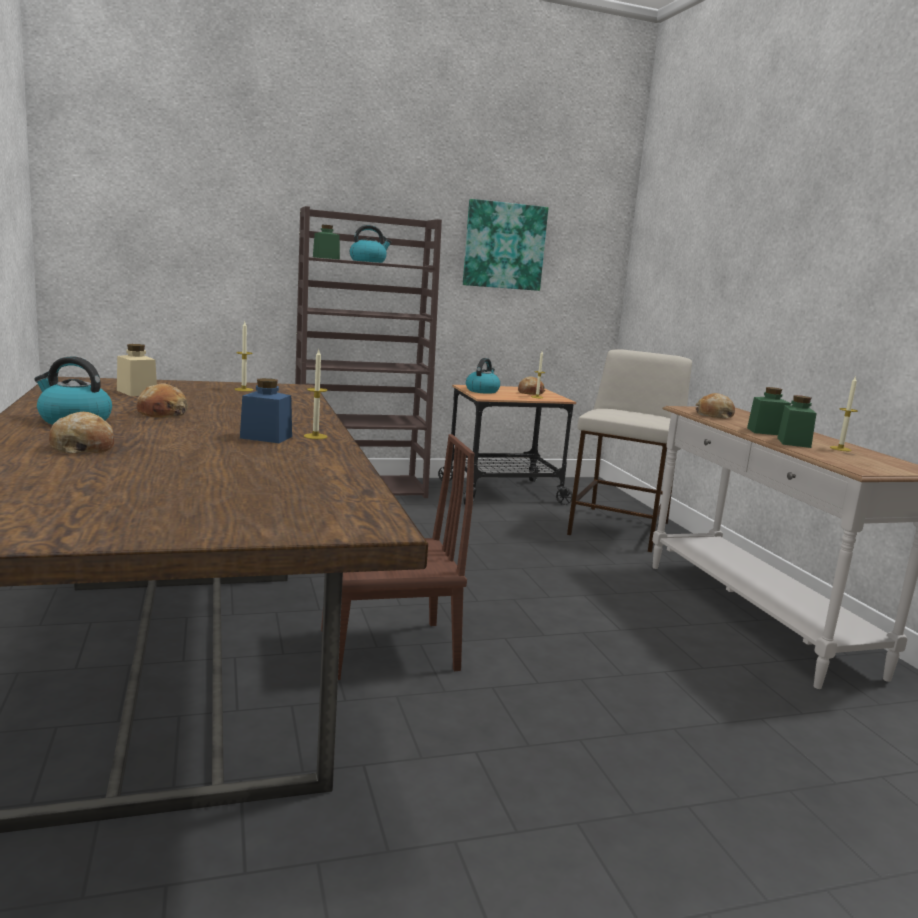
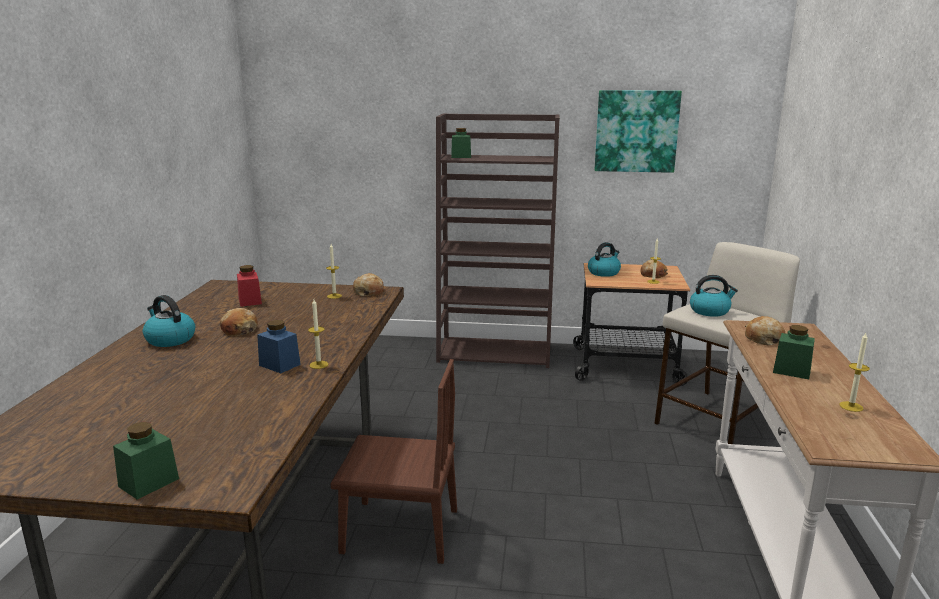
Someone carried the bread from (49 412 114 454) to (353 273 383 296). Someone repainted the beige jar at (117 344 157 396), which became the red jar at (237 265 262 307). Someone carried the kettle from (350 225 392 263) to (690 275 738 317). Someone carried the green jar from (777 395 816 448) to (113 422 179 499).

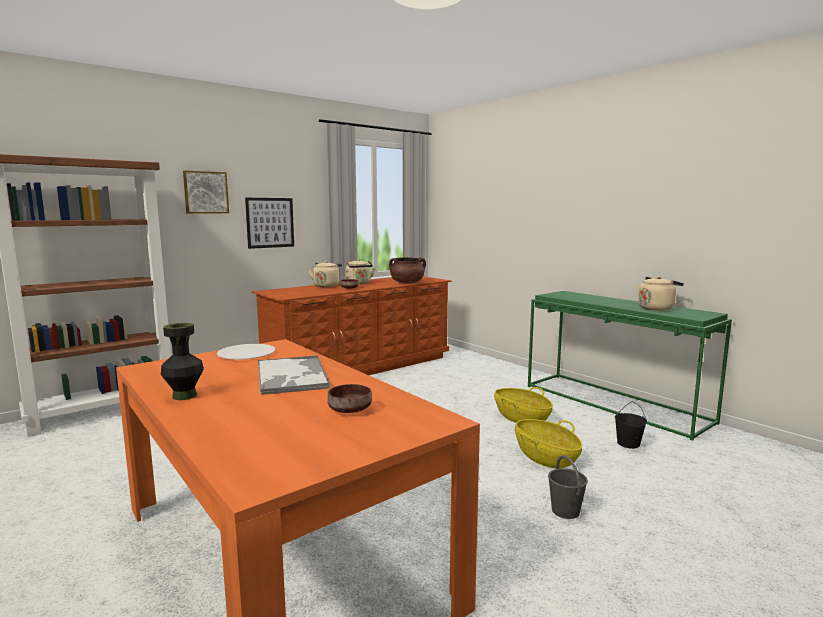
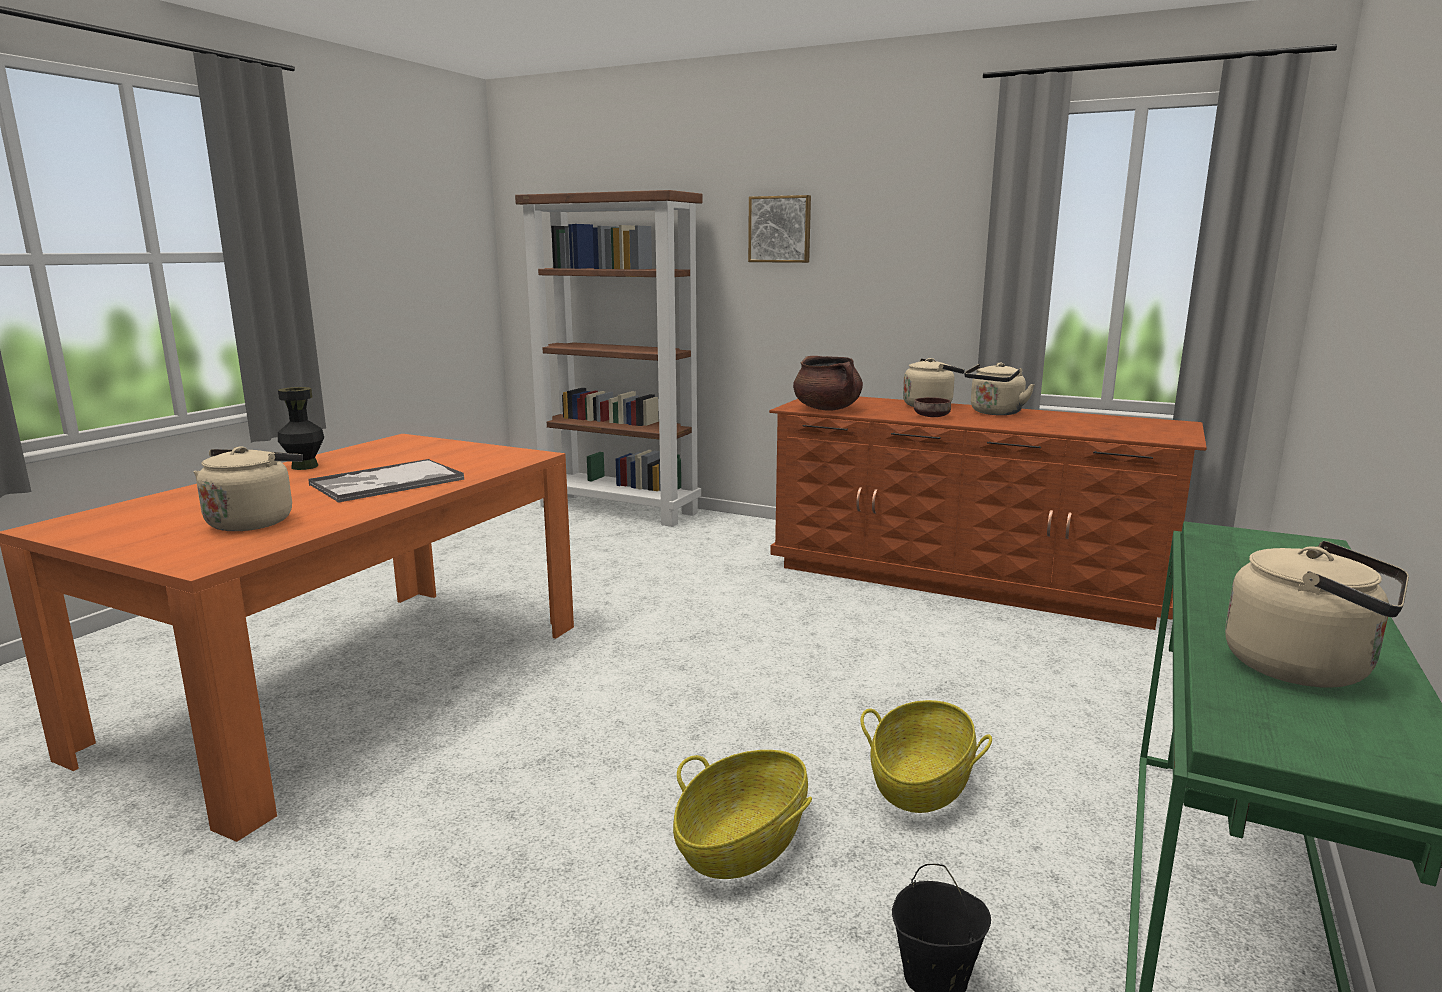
Someone took away the white plate at (217 344 275 360). Someone took away the picture at (245 198 294 249). Someone swapped the brown bowl at (327 384 372 413) for the beige kettle at (194 446 303 531). Someone carried the brown cooking pot from (389 257 426 283) to (793 356 863 411). Someone took away the grey bucket at (548 455 588 519).

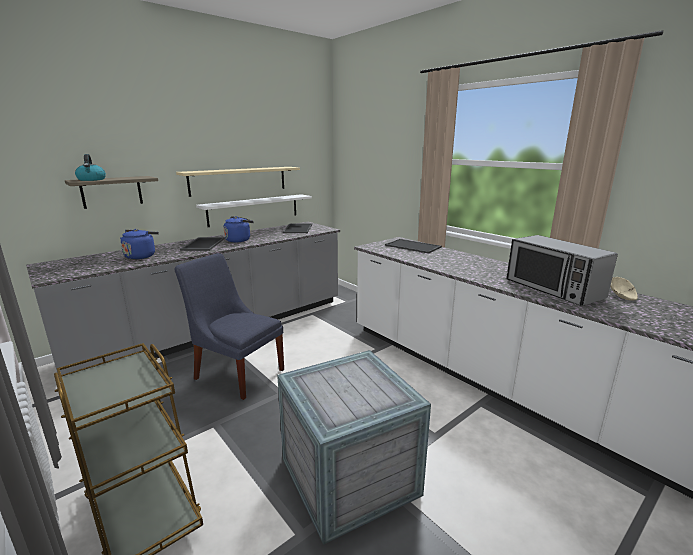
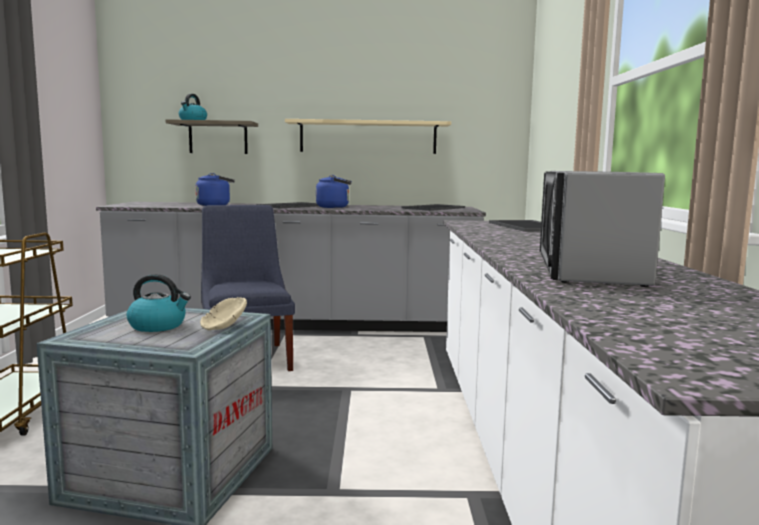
Someone took away the white shelf at (196 194 312 227). Someone carried the beige bowl from (610 277 638 301) to (200 297 247 331). Someone put down the kettle at (126 274 191 332).

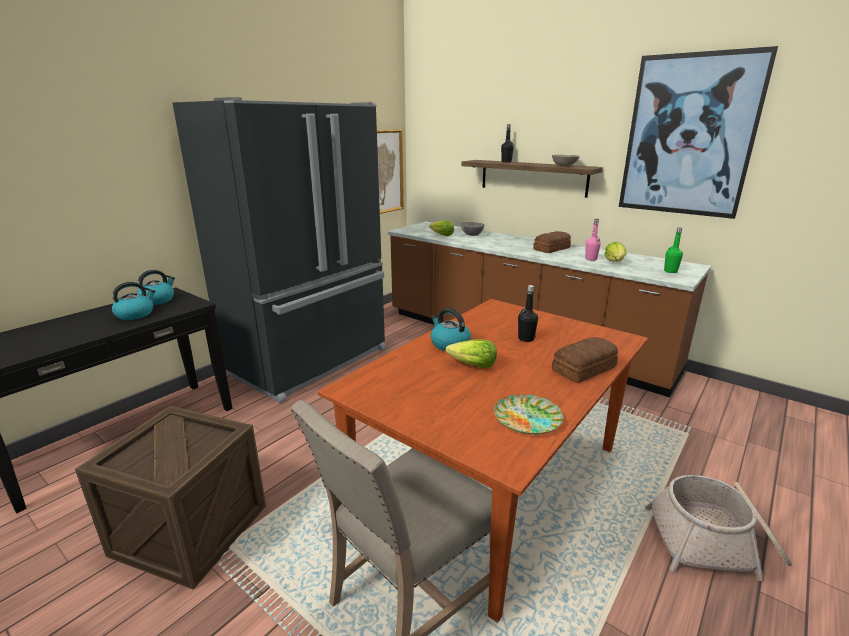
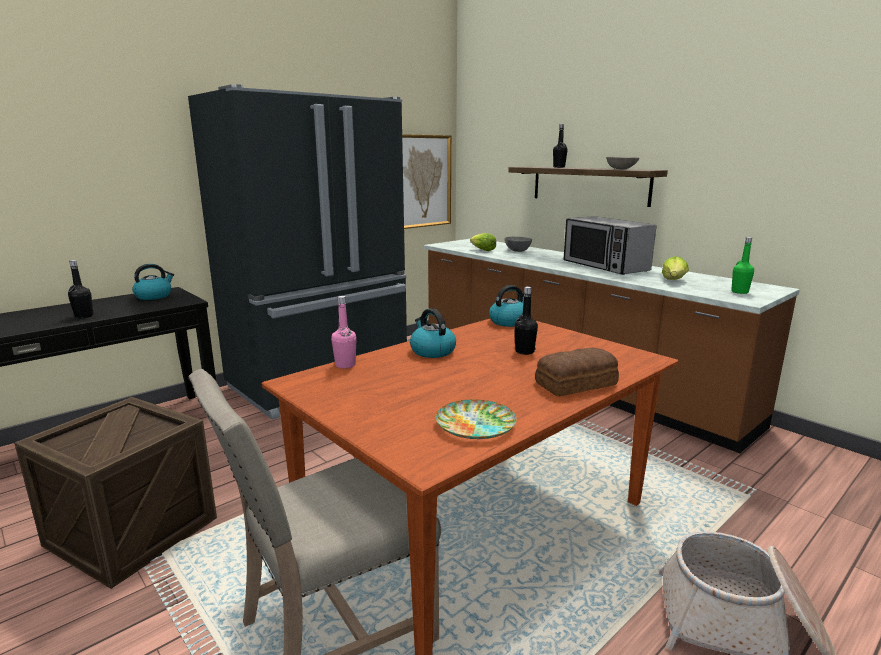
Someone carried the kettle from (112 282 156 320) to (489 285 524 327). Someone took away the lettuce at (446 340 497 368). Someone swapped the bread at (533 231 571 253) for the microwave at (563 216 656 275). Someone carried the pink bottle from (585 219 601 261) to (331 296 357 369). Someone took away the picture at (619 46 778 219). Someone put down the black bottle at (68 260 93 318).

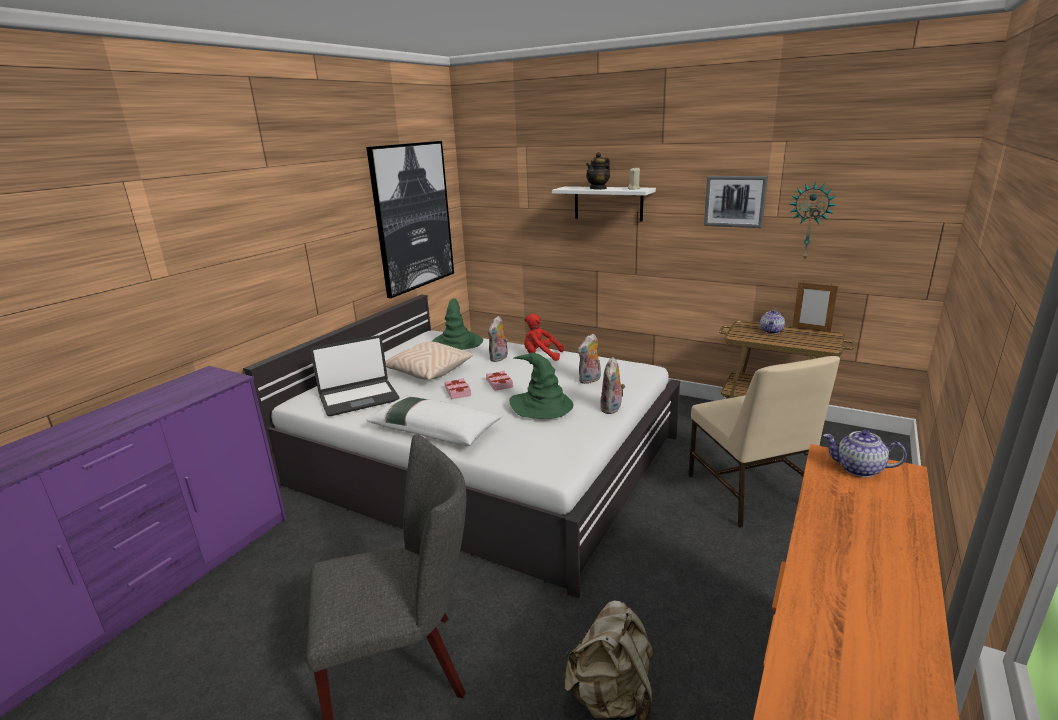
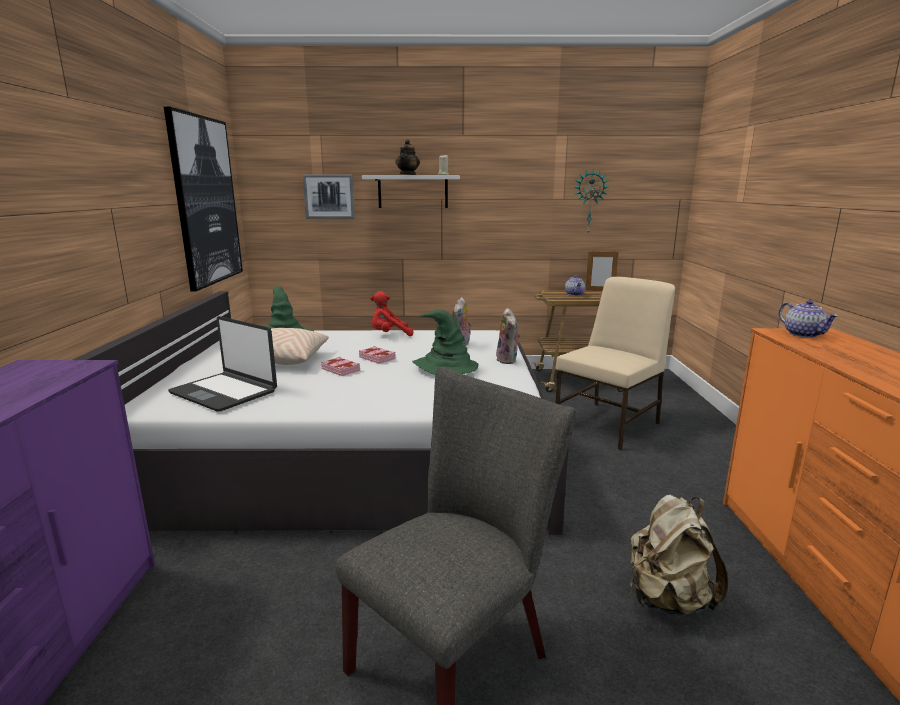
Someone rotated the laptop at (310 335 399 416) by 90 degrees clockwise. Someone took away the white pillow at (367 395 502 446). Someone took away the plush toy at (488 316 508 362). Someone rotated the beige chair at (688 356 840 528) by 90 degrees counterclockwise. Someone carried the picture from (704 176 768 228) to (303 174 355 219). Someone rotated the teapot at (823 430 907 477) by 105 degrees counterclockwise.

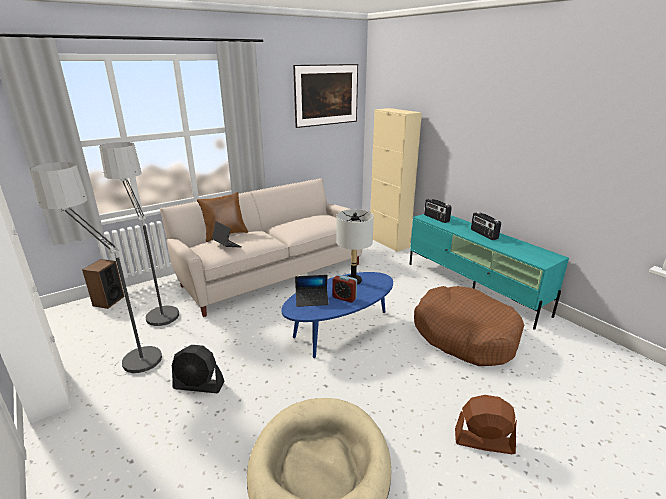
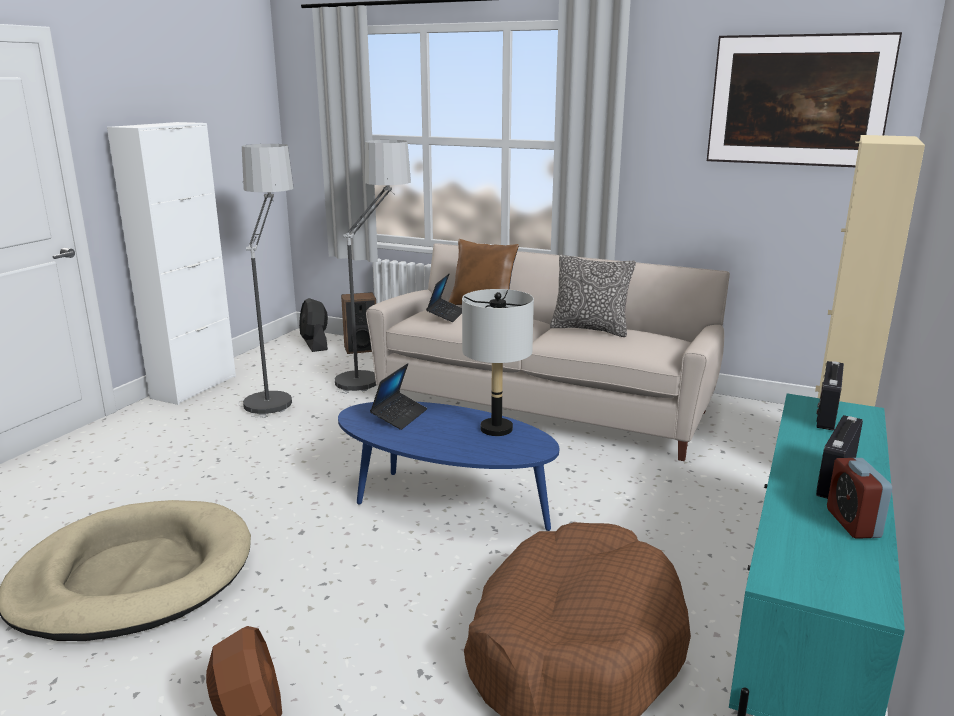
Someone carried the black fan from (172 345 225 393) to (299 298 328 352). Someone rotated the laptop at (295 275 329 307) by 120 degrees counterclockwise. Someone carried the alarm clock from (333 274 357 303) to (827 458 892 539). Someone put down the pillow at (550 255 636 337).

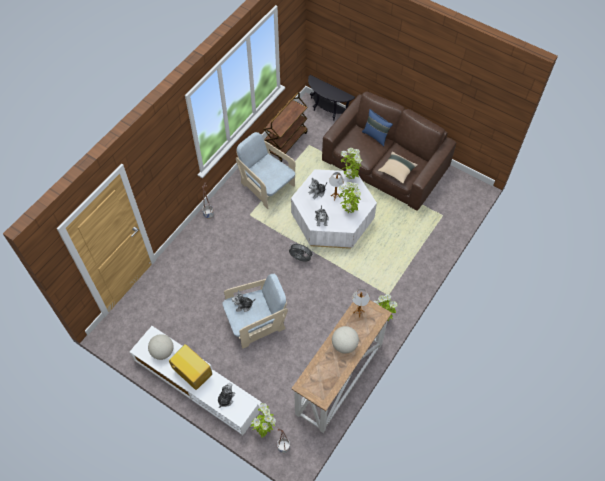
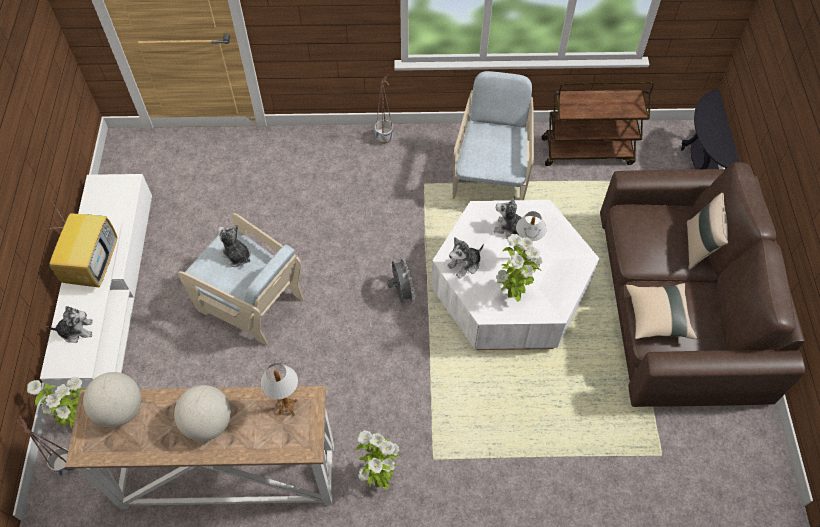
Someone carried the globe from (148 334 174 360) to (83 372 141 427). Someone took away the potted plant at (341 148 362 179). Someone repainted the blue pillow at (362 109 393 147), which became the beige pillow at (687 193 728 269).

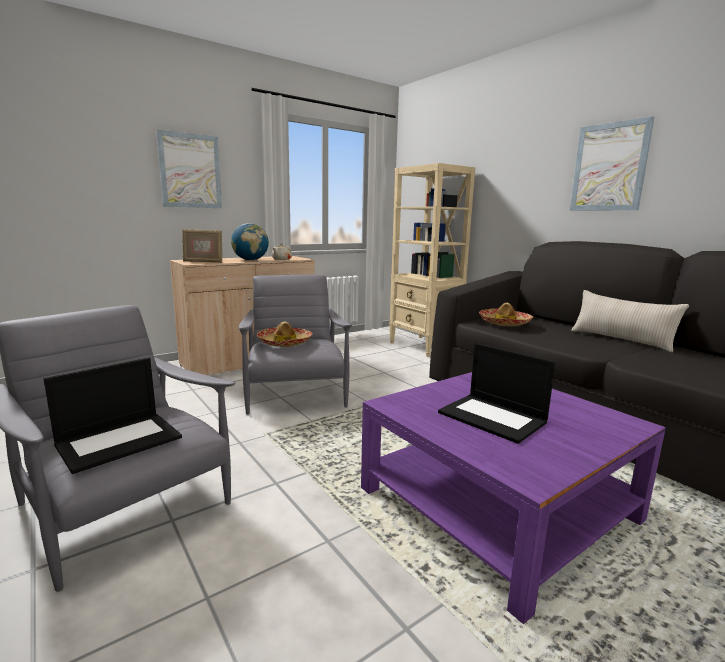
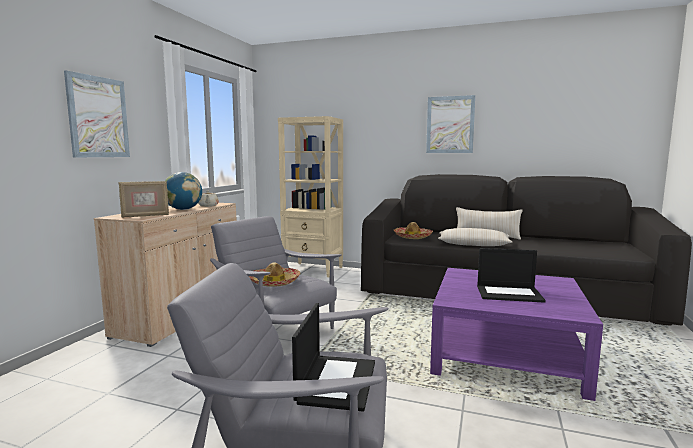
Someone put down the beige pillow at (438 228 512 246).

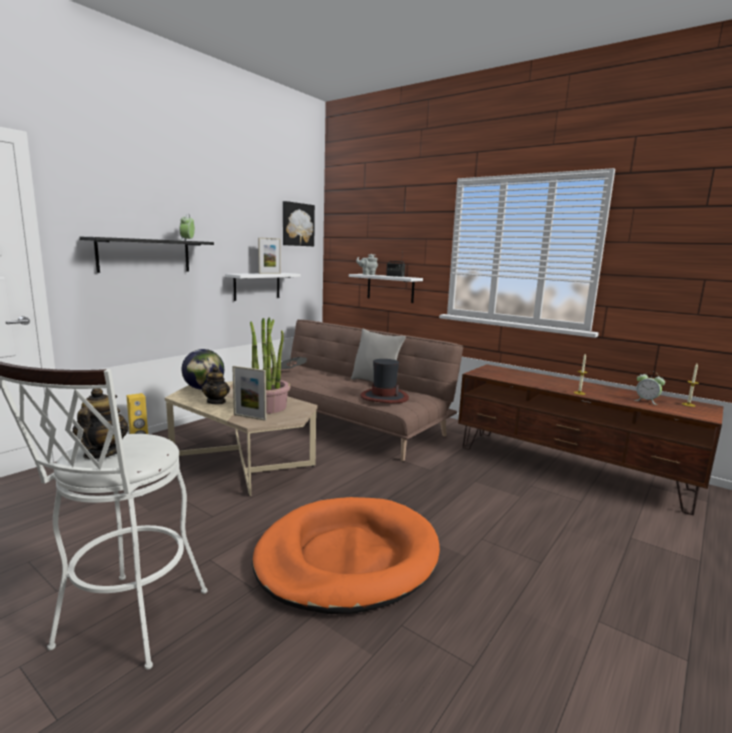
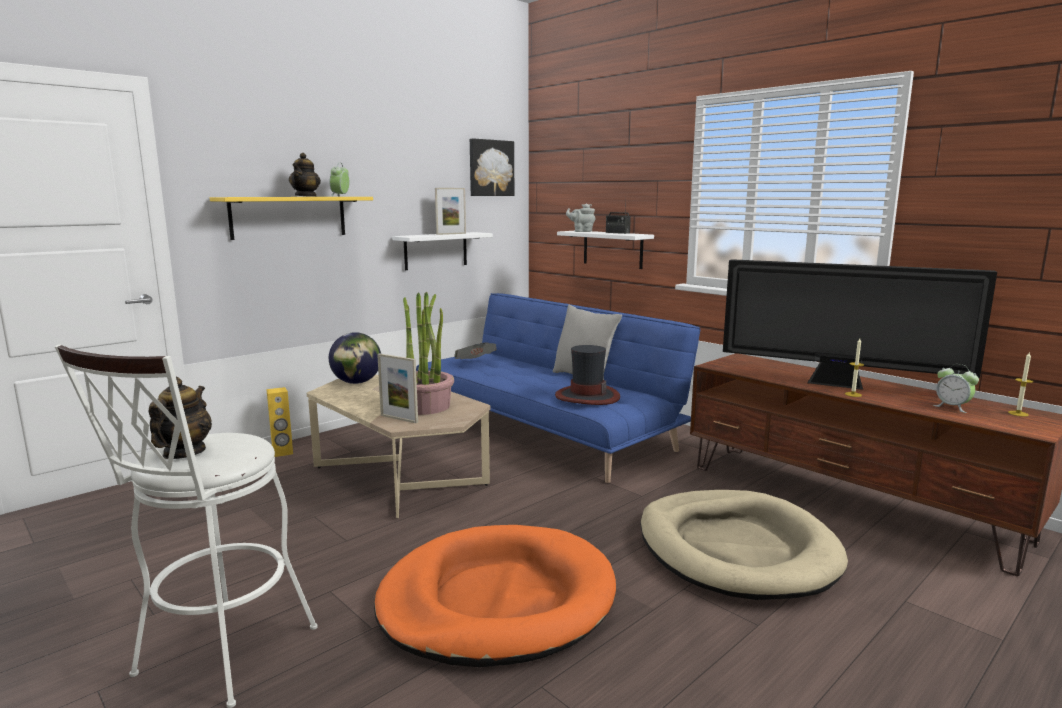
Someone repainted the black shelf at (80 237 214 273), which became the yellow shelf at (210 197 373 240). Someone carried the teapot from (202 367 230 405) to (289 153 321 197). Someone repainted the brown sofa at (271 320 463 461), which became the blue sofa at (416 293 700 483). Someone put down the beige dog bed at (640 490 848 600). Someone put down the television at (723 259 997 390).

